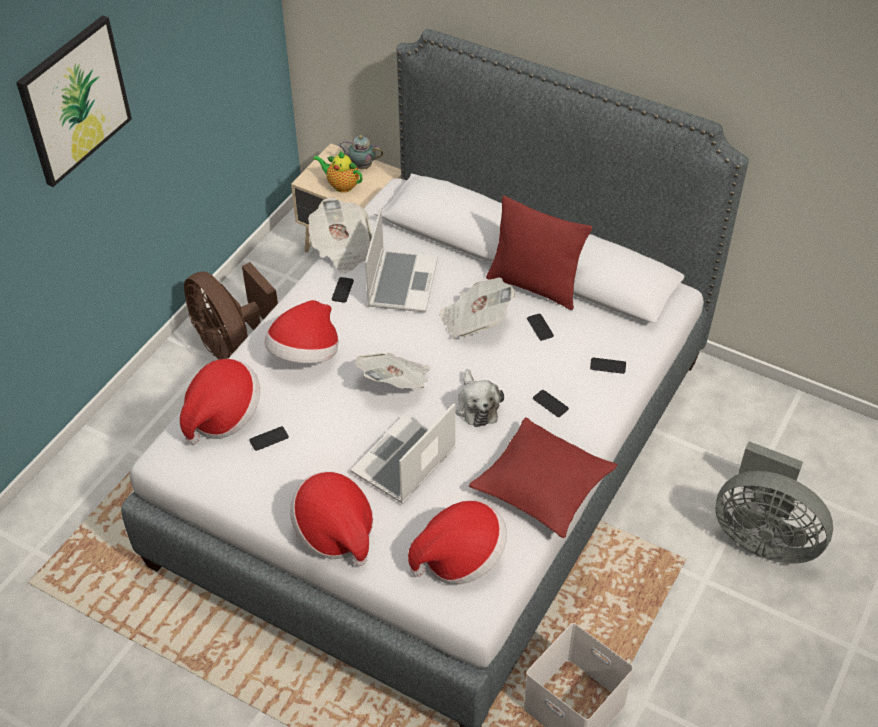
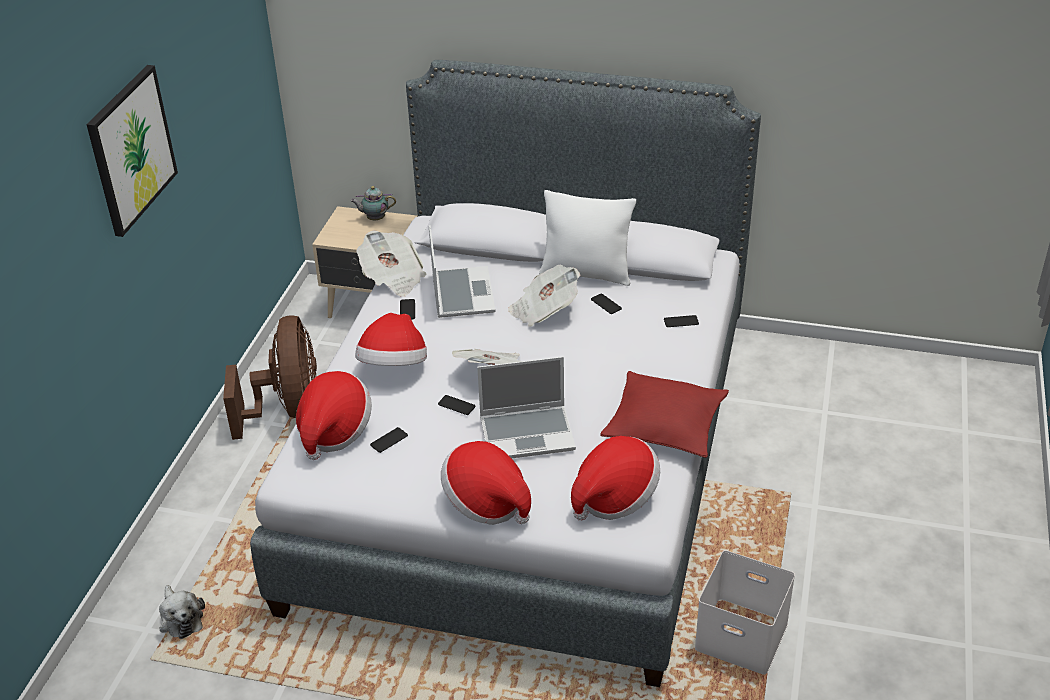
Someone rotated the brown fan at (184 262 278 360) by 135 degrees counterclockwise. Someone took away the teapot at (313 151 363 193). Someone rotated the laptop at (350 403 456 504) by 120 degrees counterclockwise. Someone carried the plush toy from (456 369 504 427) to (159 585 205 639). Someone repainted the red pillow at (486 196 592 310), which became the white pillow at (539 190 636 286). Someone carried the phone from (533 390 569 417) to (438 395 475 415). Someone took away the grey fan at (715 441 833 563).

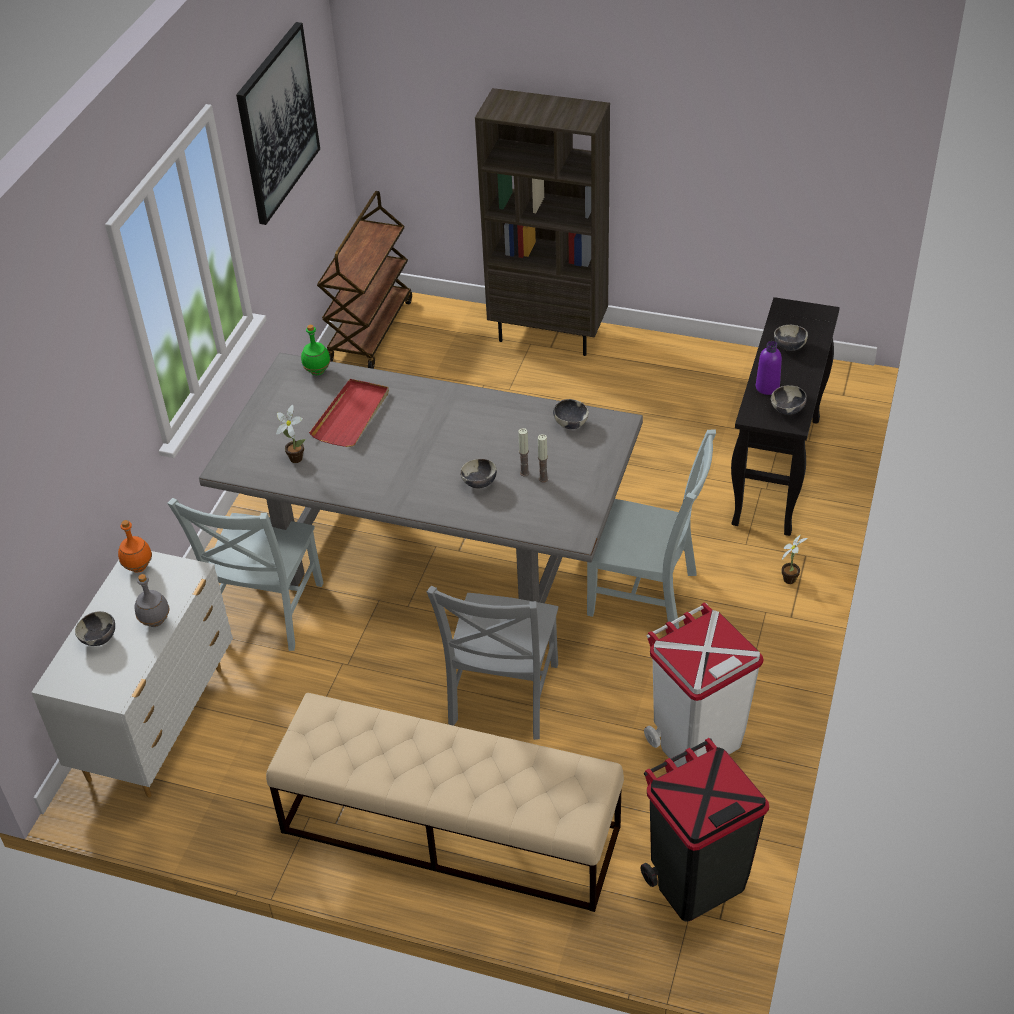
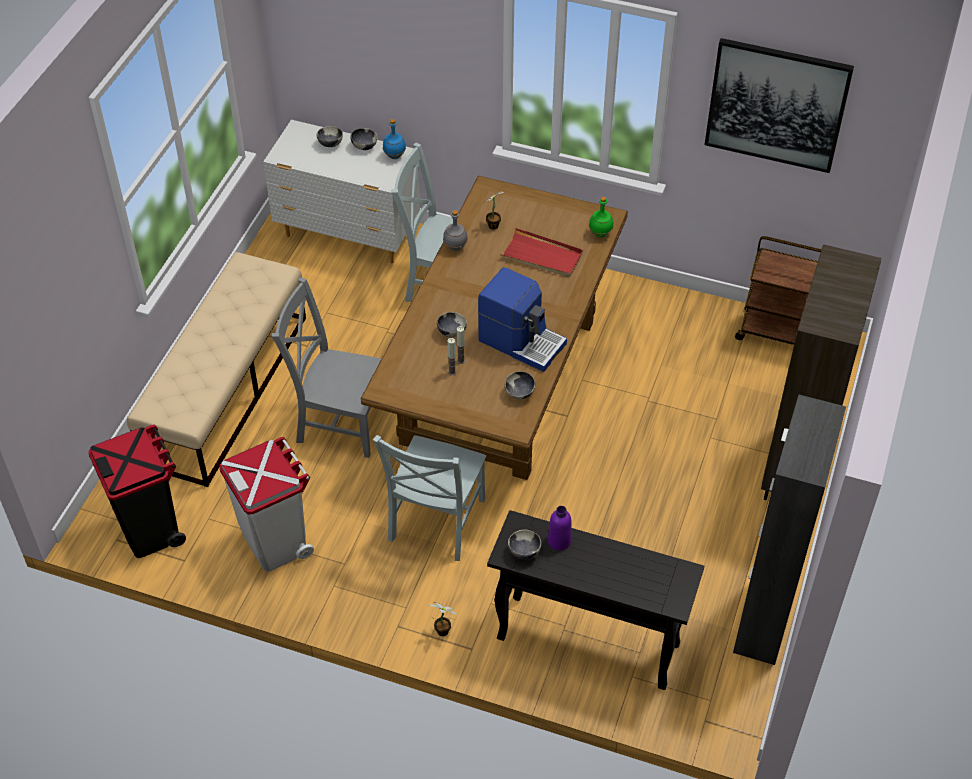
Someone repainted the orange bottle at (118 520 152 572), which became the blue bottle at (383 119 406 159). Someone carried the grey bottle from (134 574 170 627) to (443 210 468 251). Someone repainted the grey dining table at (199 353 643 603), which became the brown dining table at (361 176 628 480). Someone carried the bowl from (774 325 808 351) to (350 128 378 150). Someone put down the coffee machine at (478 267 567 372). Someone put down the black cabinet at (733 395 846 665).

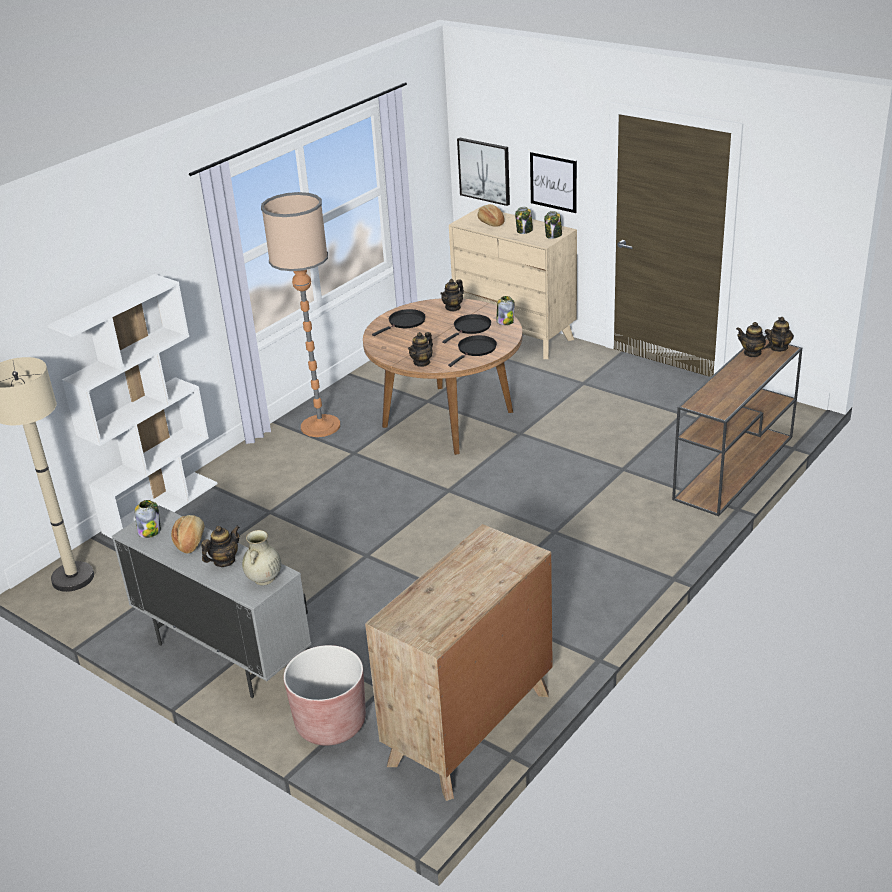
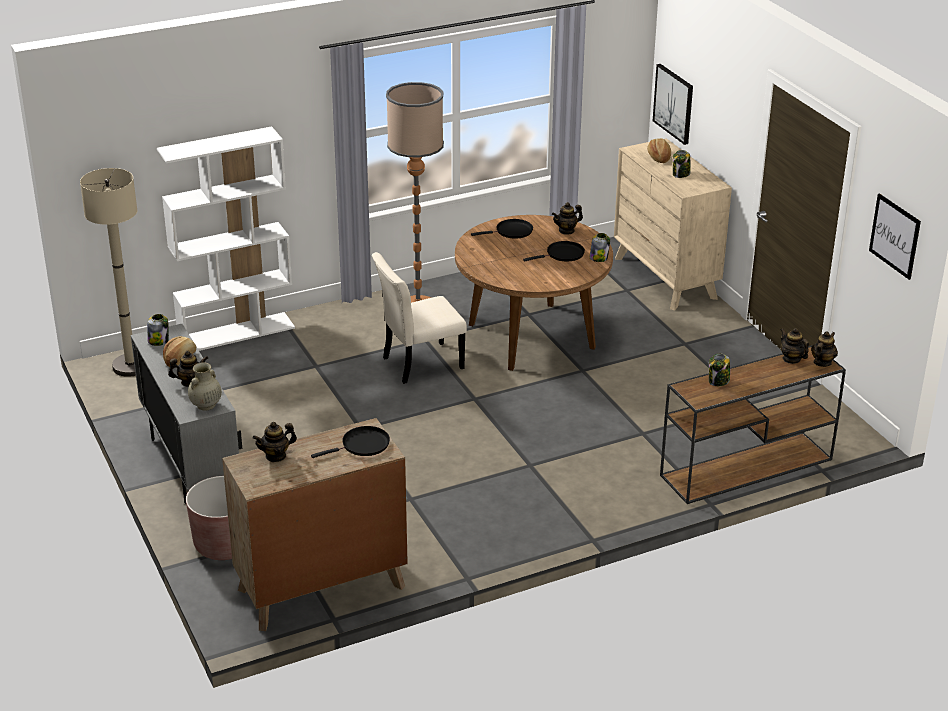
Someone carried the teapot from (408 332 433 367) to (253 422 297 462). Someone carried the black frying pan from (448 335 497 367) to (311 426 390 458). Someone carried the picture from (530 152 577 213) to (869 193 921 280). Someone carried the jar from (544 211 562 239) to (709 353 730 386). Someone put down the beige chair at (372 252 467 384).

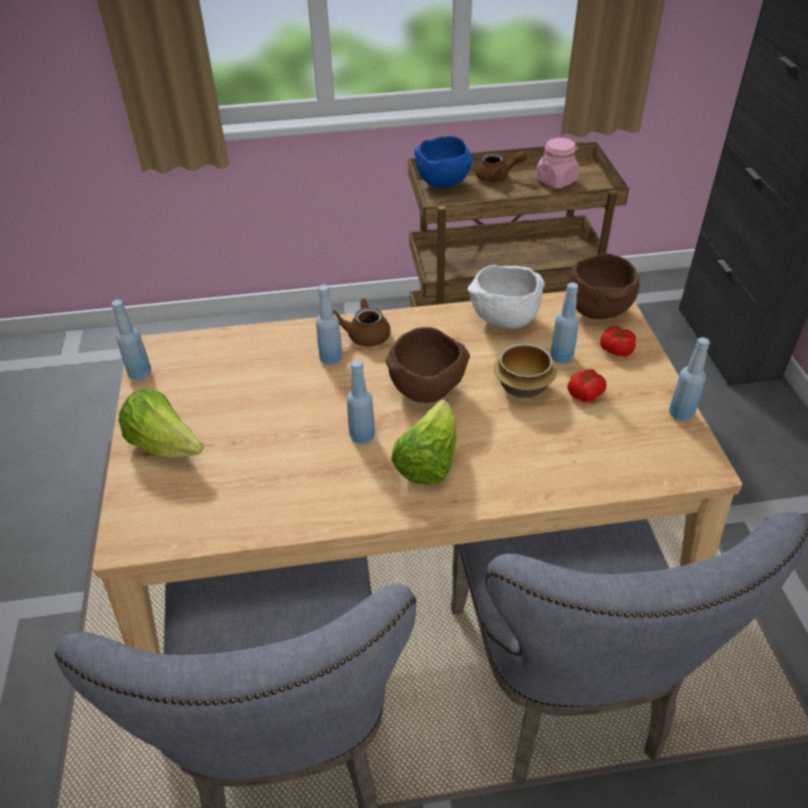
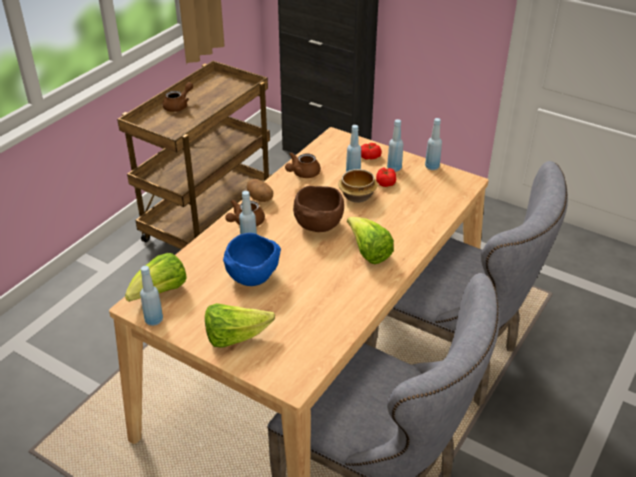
Someone carried the blue bottle from (347 360 375 444) to (387 119 403 172). Someone carried the blue bowl from (414 136 473 188) to (223 233 281 286). Someone swapped the white bowl at (468 265 545 329) for the brown teapot at (285 152 321 178). Someone took away the pink jar at (536 138 579 188). Someone took away the brown bowl at (567 253 639 319). Someone put down the lettuce at (125 253 187 302). Someone put down the potato at (247 179 273 202).

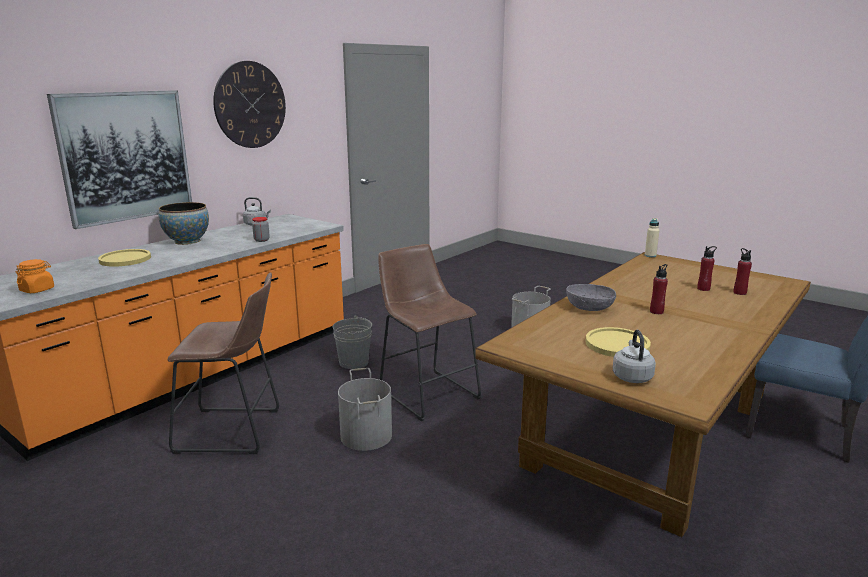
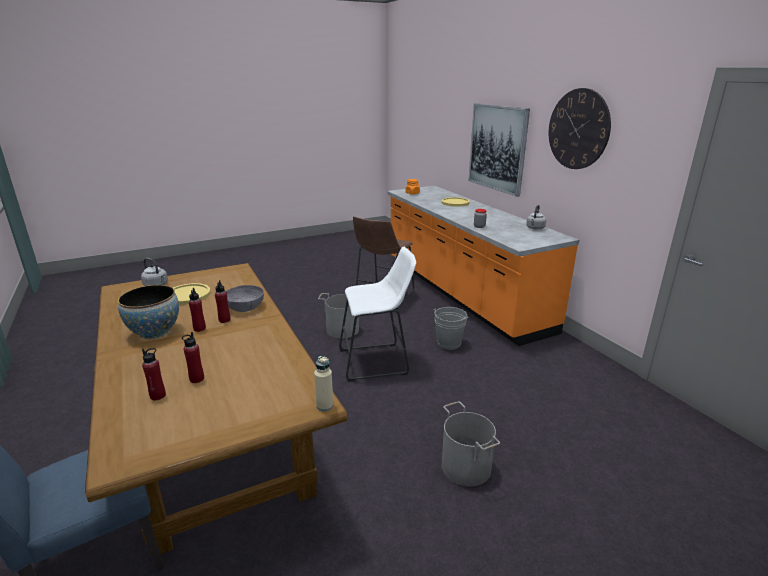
Someone carried the bowl from (159 202 209 245) to (118 285 179 339). Someone repainted the brown stool at (378 244 481 421), which became the white stool at (339 247 416 382). Someone put down the red bottle at (215 280 231 323).

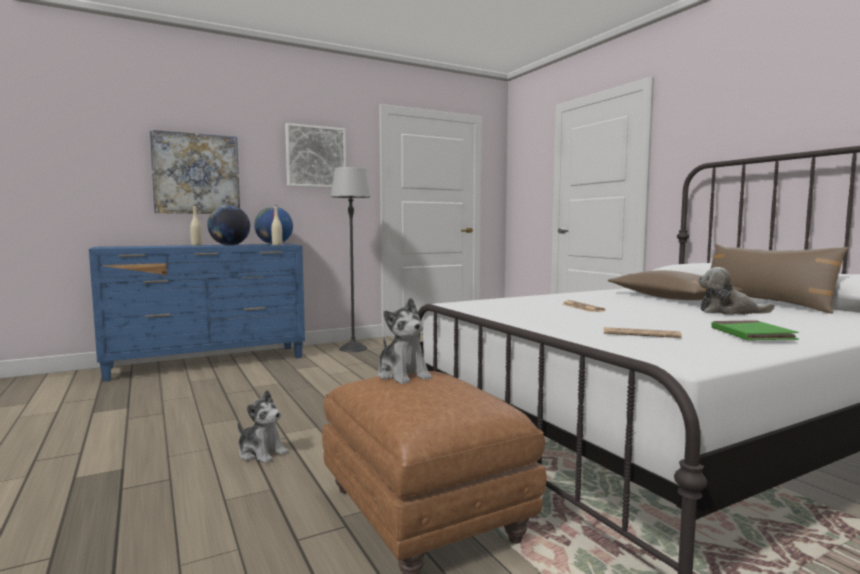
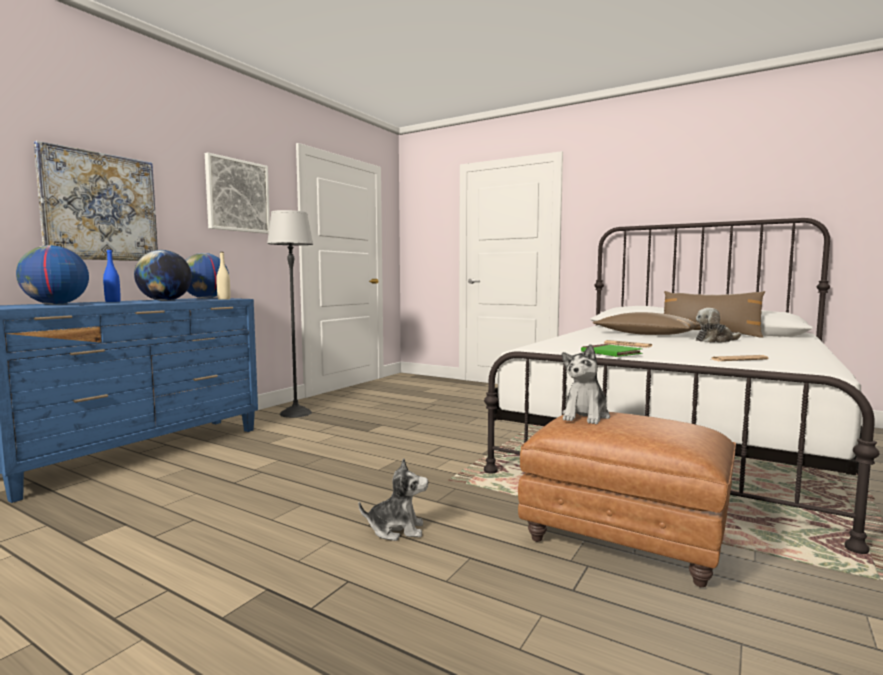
Someone repainted the beige bottle at (190 205 202 246), which became the blue bottle at (103 249 121 302). Someone rotated the plush toy at (377 298 432 384) by 90 degrees clockwise. Someone carried the green book from (712 320 799 340) to (581 344 642 357). Someone put down the globe at (16 245 89 305).

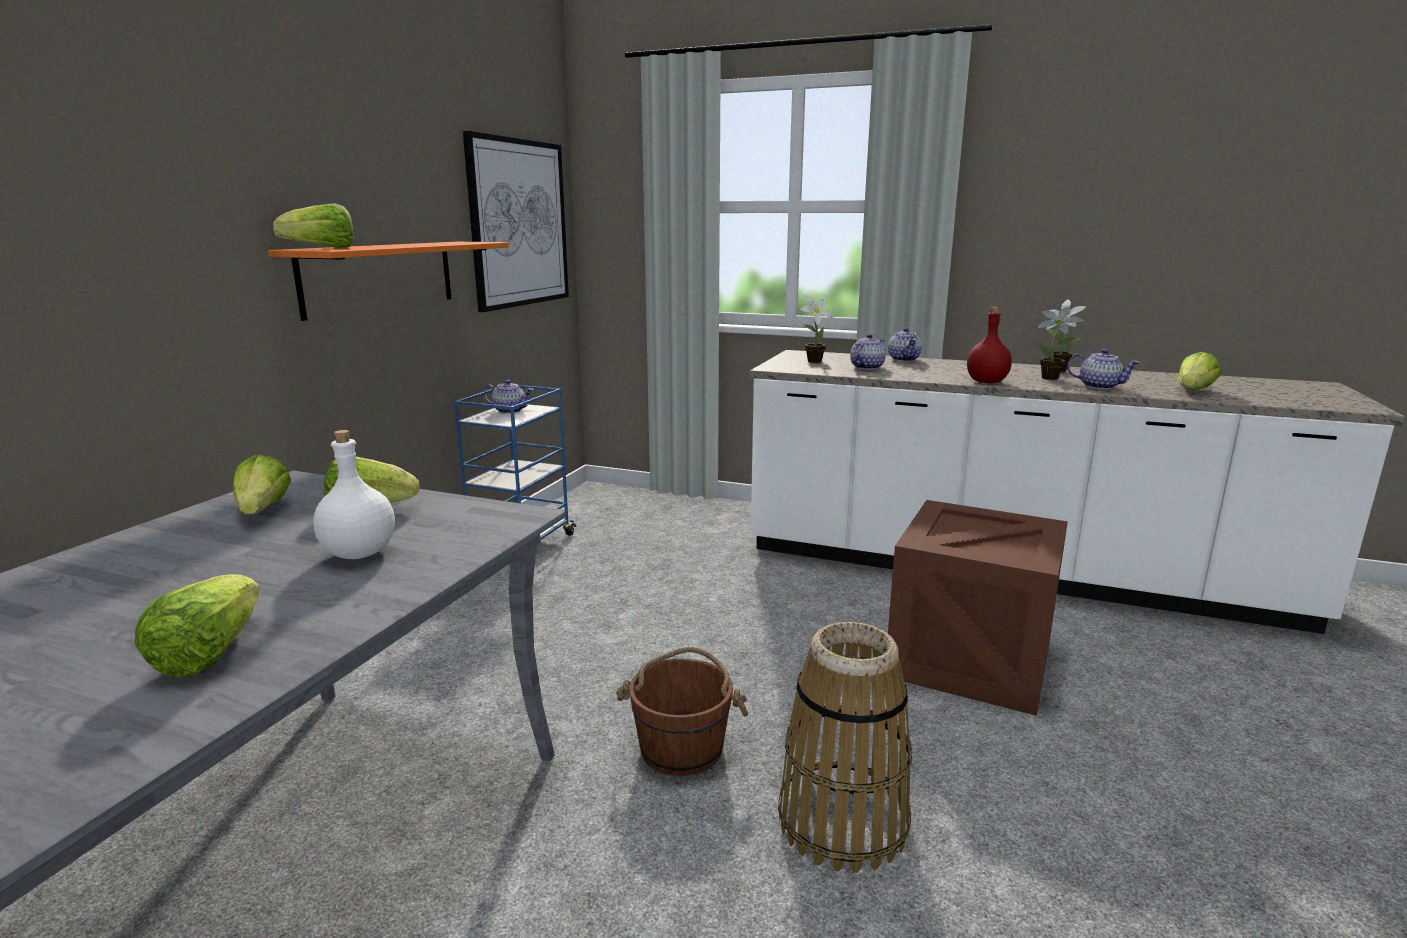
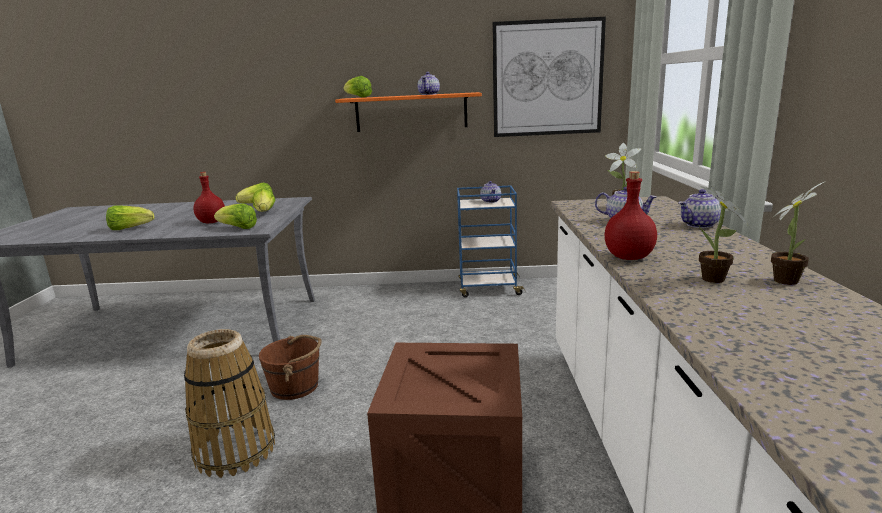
Someone repainted the white bottle at (313 430 395 559), which became the red bottle at (194 172 225 223). Someone carried the teapot from (1067 349 1140 389) to (417 72 440 95). Someone carried the lettuce from (1177 352 1221 389) to (214 203 257 229).

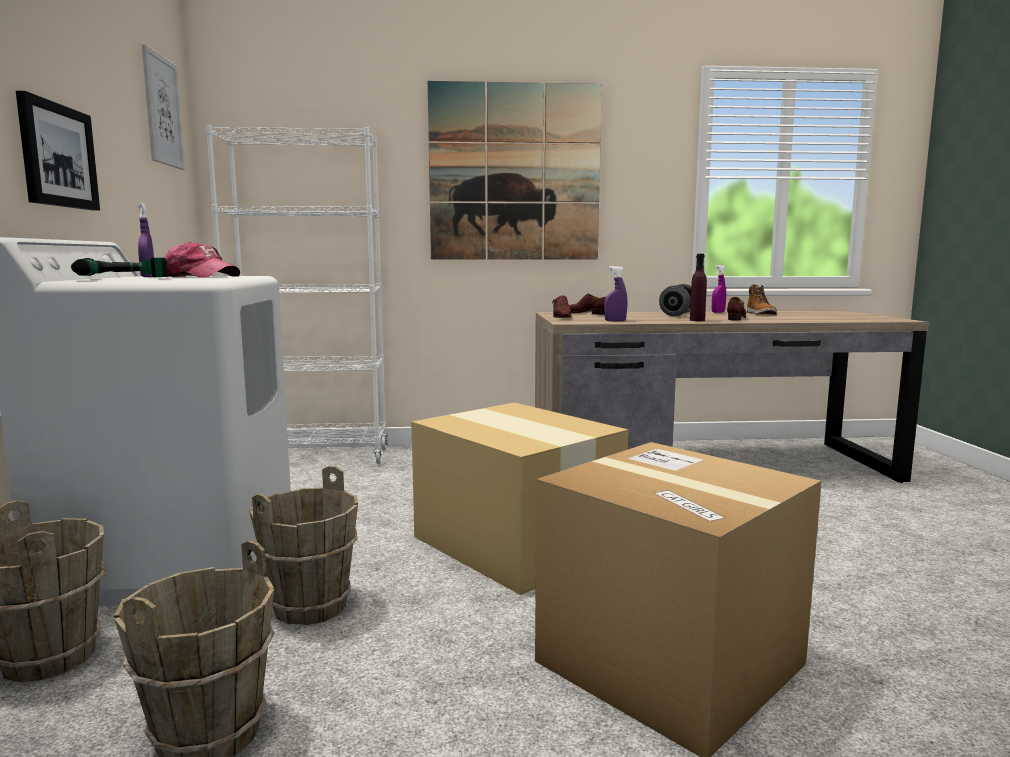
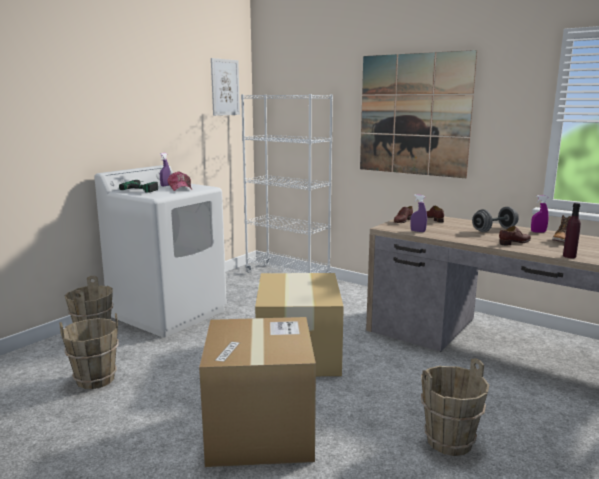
Someone took away the picture at (16 91 100 210). Someone carried the brown bucket from (249 466 358 625) to (421 358 490 456). Someone carried the purple bottle from (690 254 707 321) to (563 203 581 258).

